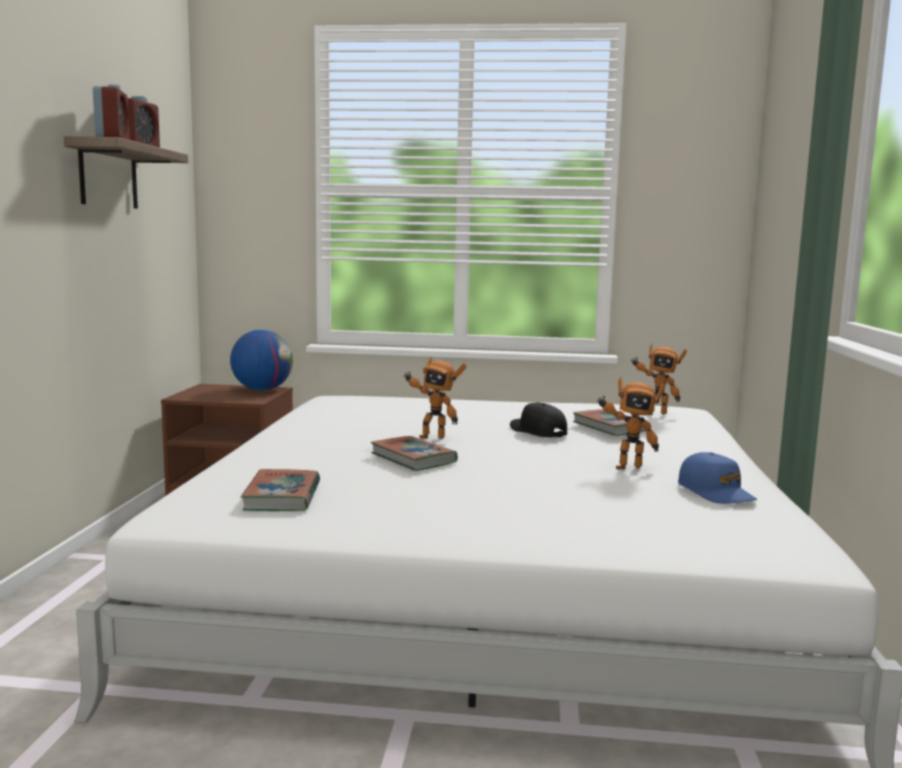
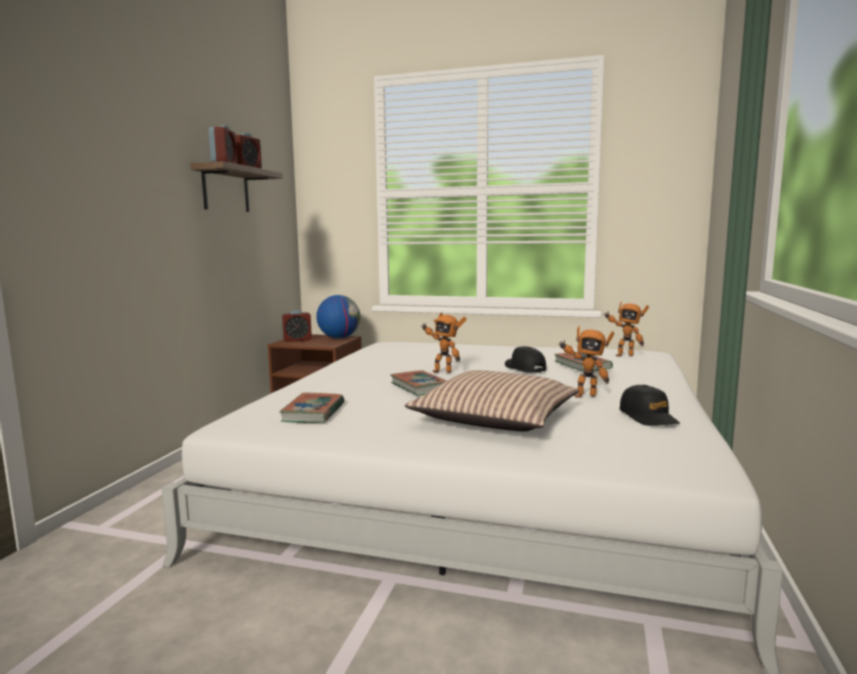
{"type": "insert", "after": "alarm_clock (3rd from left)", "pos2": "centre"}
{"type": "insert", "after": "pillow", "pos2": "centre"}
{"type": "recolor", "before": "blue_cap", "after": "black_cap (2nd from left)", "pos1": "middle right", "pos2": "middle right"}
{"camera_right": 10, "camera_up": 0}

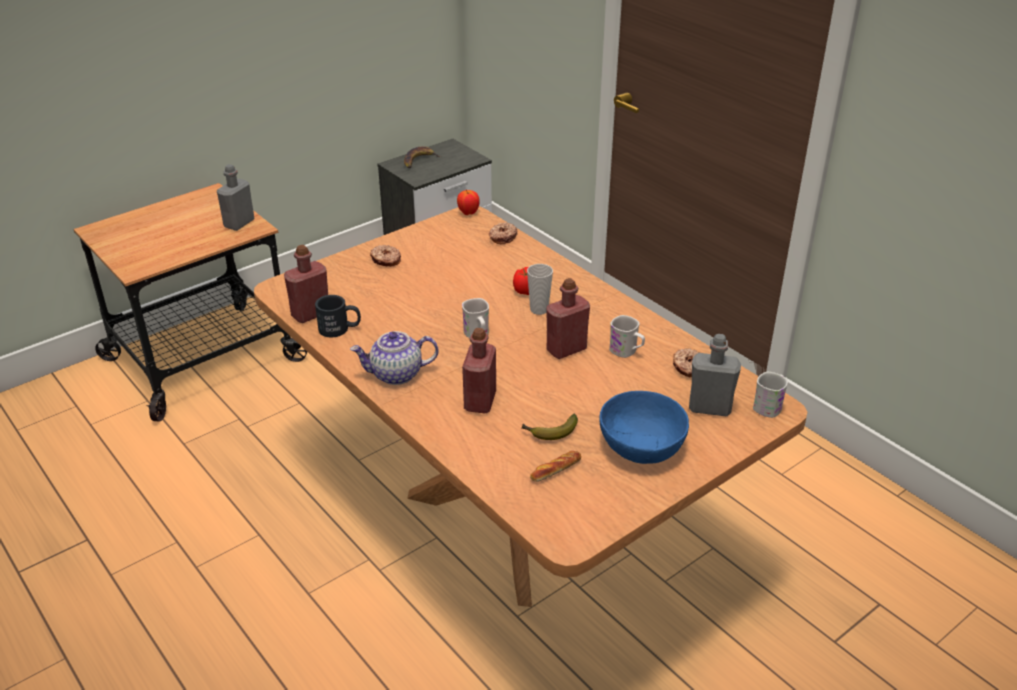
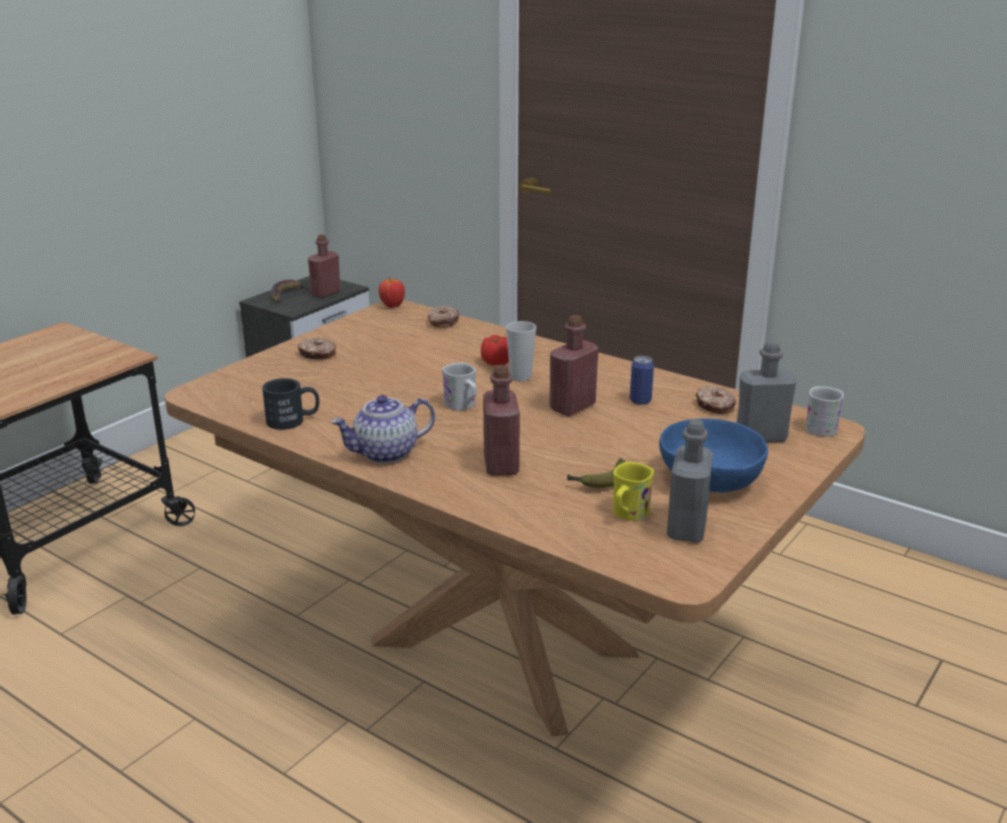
{"type": "move", "before": "grey_bottle (1st from left)", "pos1": "top left", "pos2": "middle right"}
{"type": "move", "before": "red_bottle (1st from left)", "pos1": "middle left", "pos2": "top left"}
{"type": "replace", "before": "bread", "after": "yellow_mug", "pos1": "bottom centre", "pos2": "centre"}
{"type": "replace", "before": "white_mug (2nd from left)", "after": "can", "pos1": "centre", "pos2": "centre"}
{"camera_right": -15, "camera_up": -10}

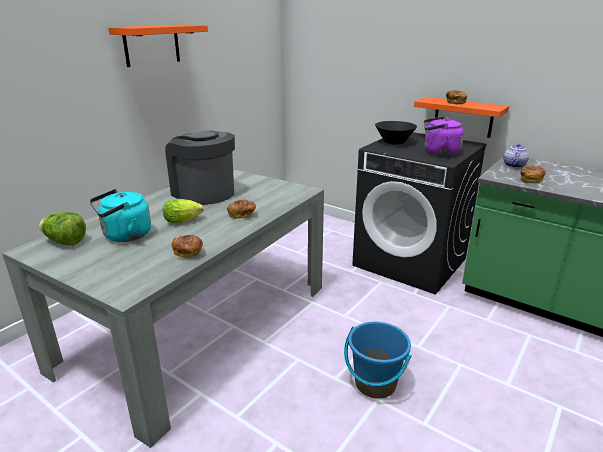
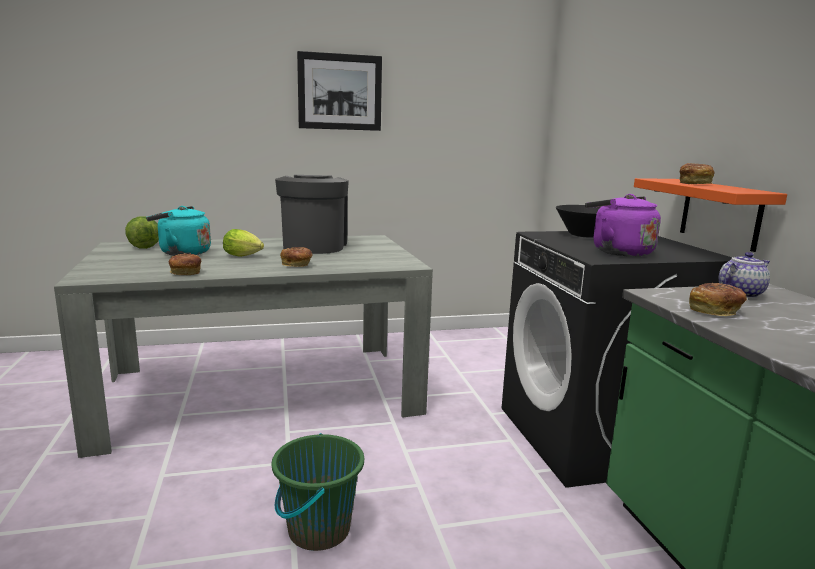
{"type": "replace", "before": "orange_shelf (1st from left)", "after": "picture", "pos1": "top left", "pos2": "top centre"}
{"type": "recolor", "before": "blue_bucket", "after": "green_bucket", "pos1": "bottom centre", "pos2": "bottom centre"}
{"camera_right": 40, "camera_up": -10}

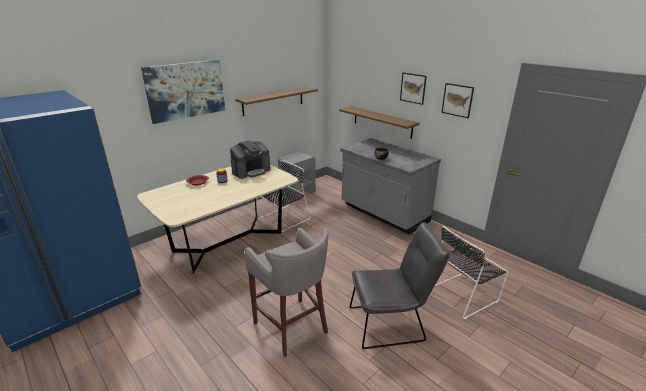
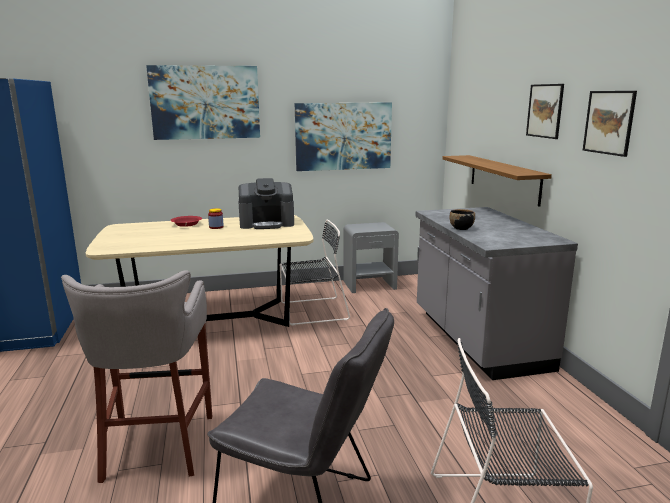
{"type": "replace", "before": "shelf (1st from left)", "after": "picture (2nd from left)", "pos1": "top centre", "pos2": "top centre"}
{"camera_right": 30, "camera_up": -10}

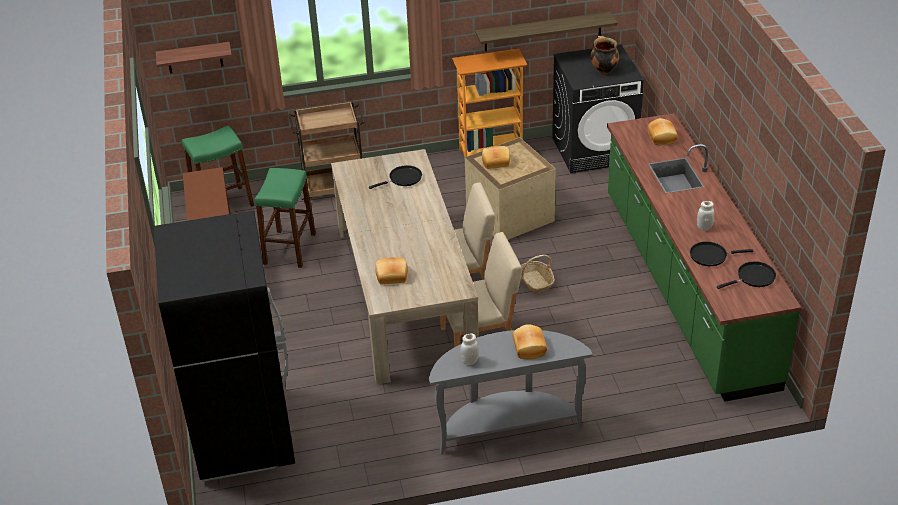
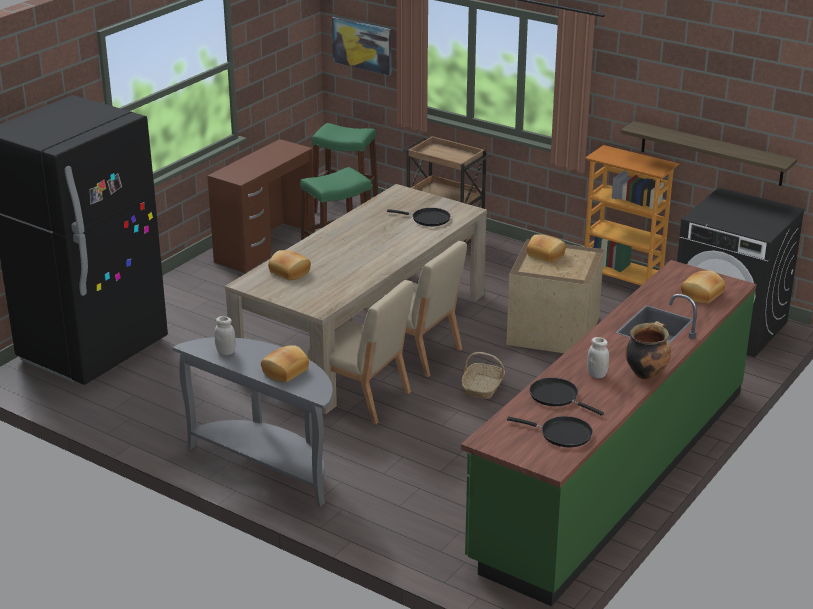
{"type": "move", "before": "cooking_pot", "pos1": "top right", "pos2": "middle right"}
{"type": "replace", "before": "shelf (1st from left)", "after": "picture", "pos1": "top left", "pos2": "top centre"}
{"camera_right": 45, "camera_up": -10}

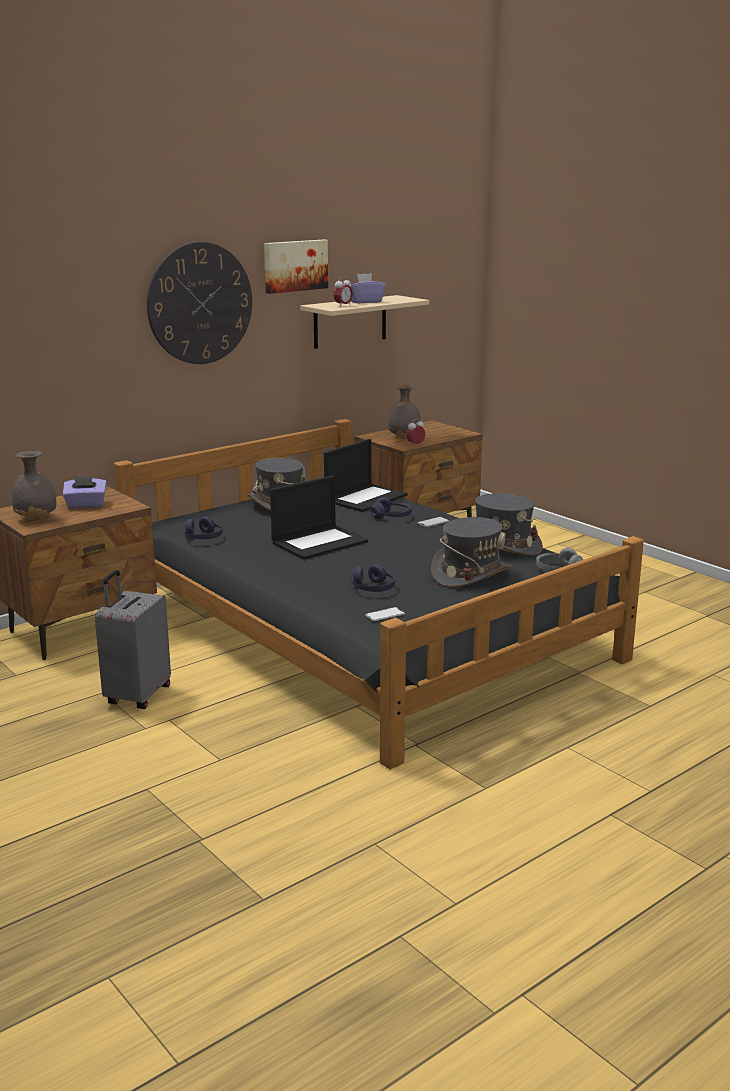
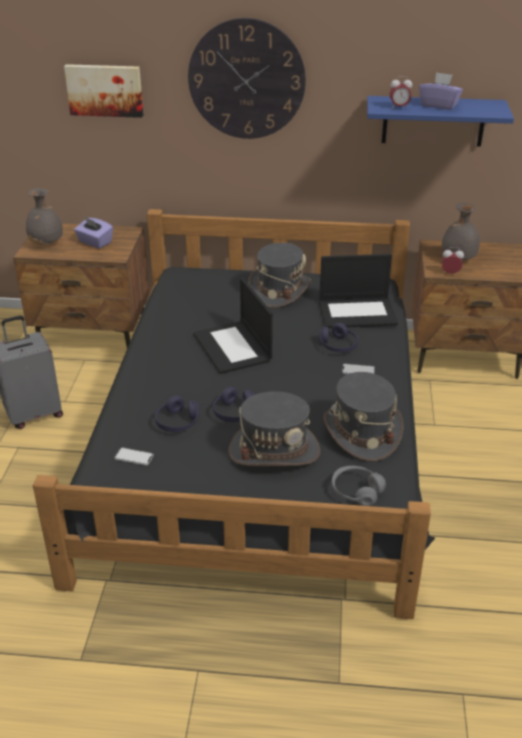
{"type": "move", "before": "purple_headphones (1st from left in the first image)", "after": "purple_headphones (2nd from left)", "pos1": "middle left", "pos2": "centre"}
{"type": "move", "before": "picture", "pos1": "top centre", "pos2": "top left"}
{"type": "recolor", "before": "beige_shelf", "after": "blue_shelf", "pos1": "top centre", "pos2": "top right"}
{"type": "rotate", "before": "laptop (1st from left)", "pos1": "centre", "pos2": "centre", "turn": 60}
{"camera_right": 45, "camera_up": 15}

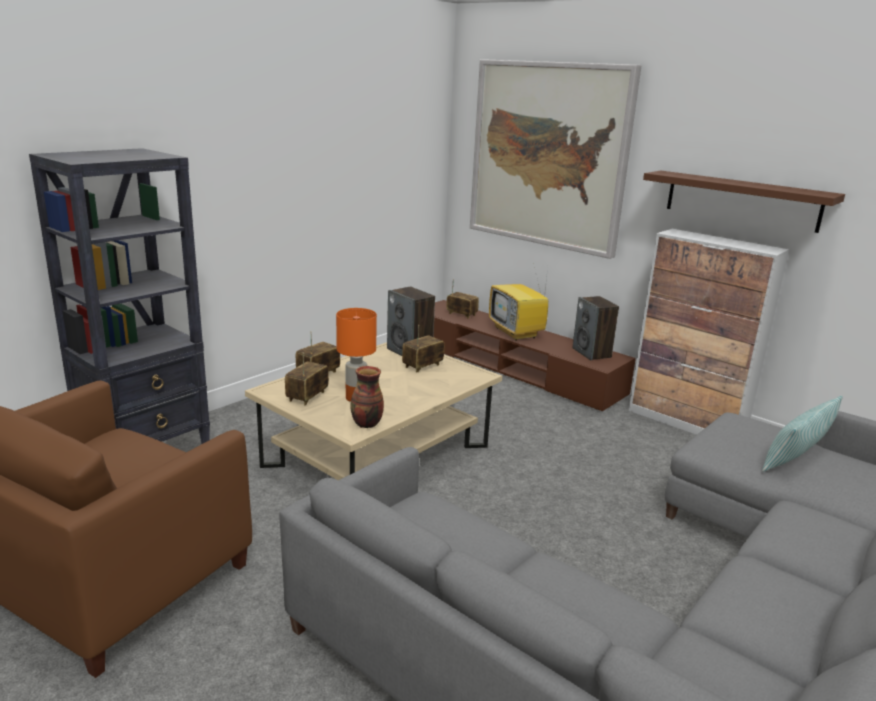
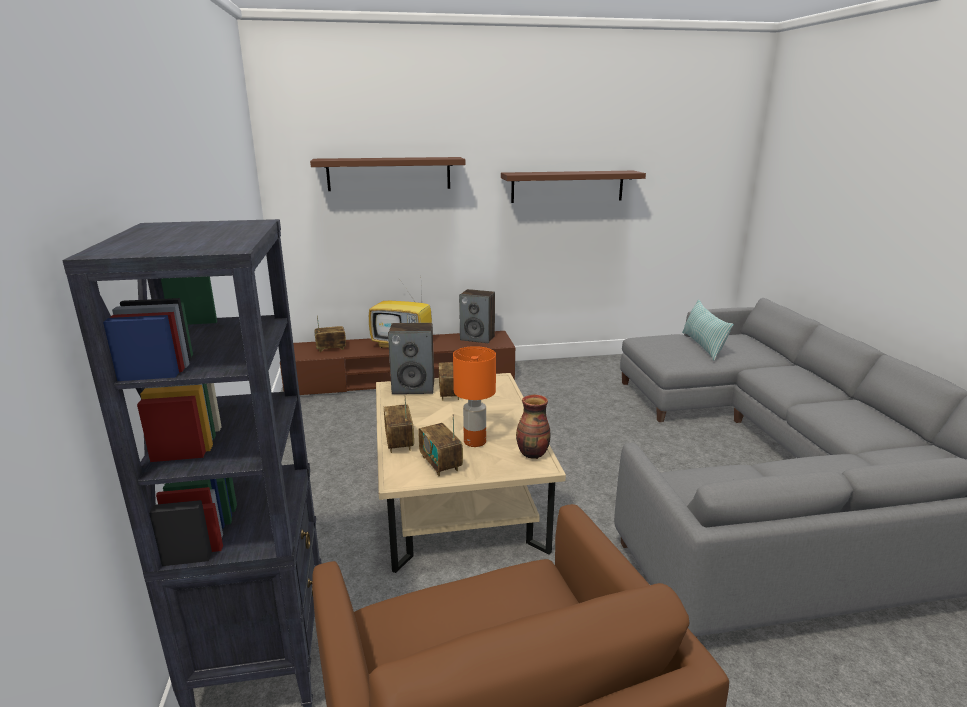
{"type": "delete", "before": "cabinet", "pos1": "middle right"}
{"type": "replace", "before": "picture", "after": "brown_shelf (1st from left)", "pos1": "top centre", "pos2": "top centre"}
{"camera_right": -50, "camera_up": 0}

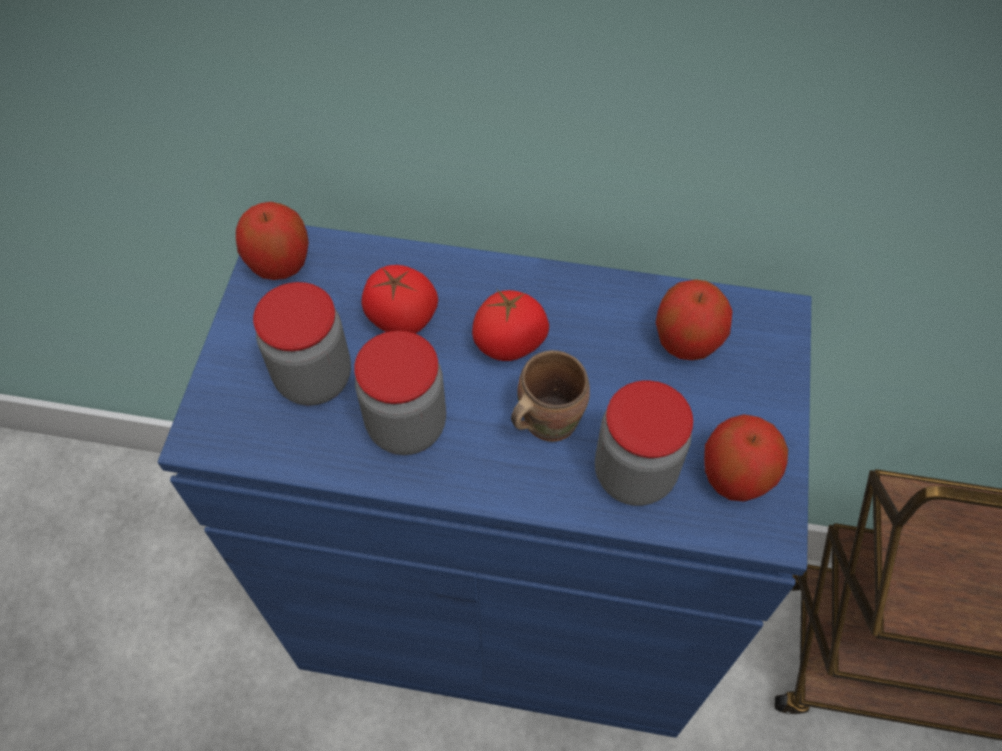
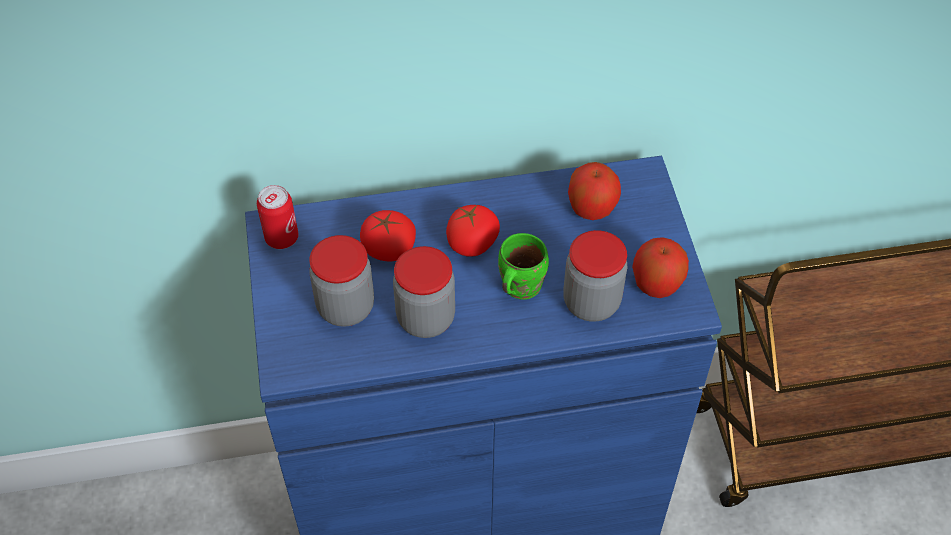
{"type": "replace", "before": "apple (1st from left)", "after": "can", "pos1": "top left", "pos2": "middle left"}
{"type": "recolor", "before": "brown_mug", "after": "green_mug", "pos1": "centre", "pos2": "centre"}
{"camera_right": -20, "camera_up": -5}

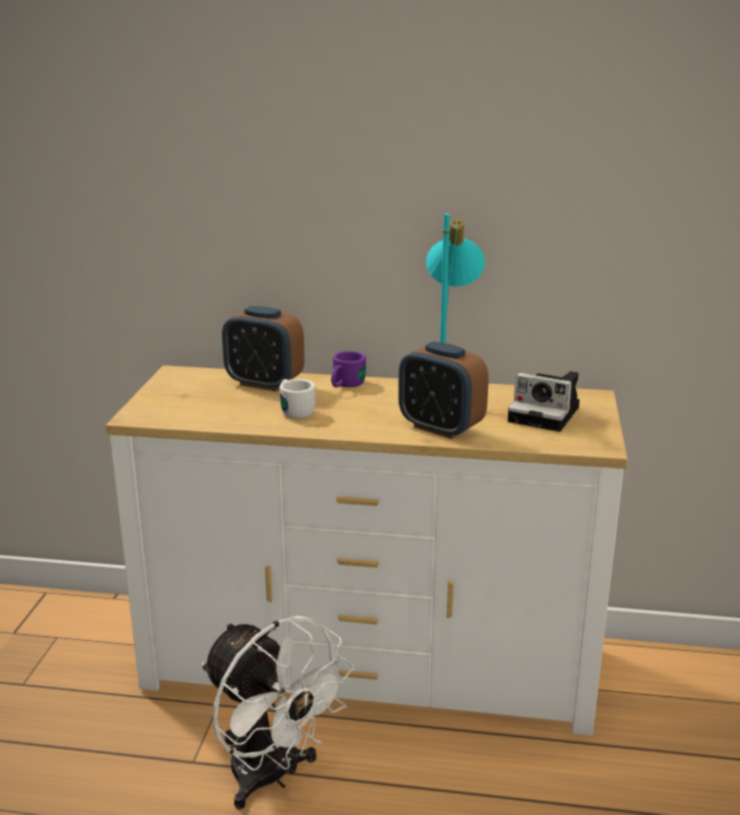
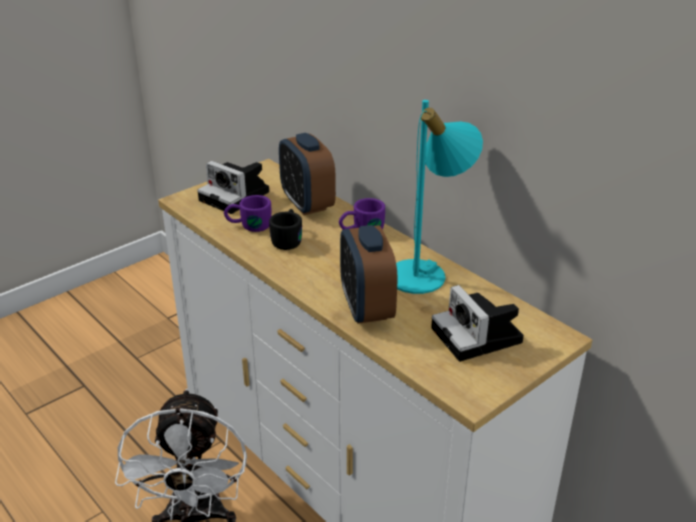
{"type": "insert", "after": "photo_camera (1st from left)", "pos2": "centre"}
{"type": "insert", "after": "purple_mug (1st from left)", "pos2": "centre"}
{"type": "recolor", "before": "white_mug", "after": "black_mug", "pos1": "centre", "pos2": "centre"}
{"camera_right": 40, "camera_up": 10}

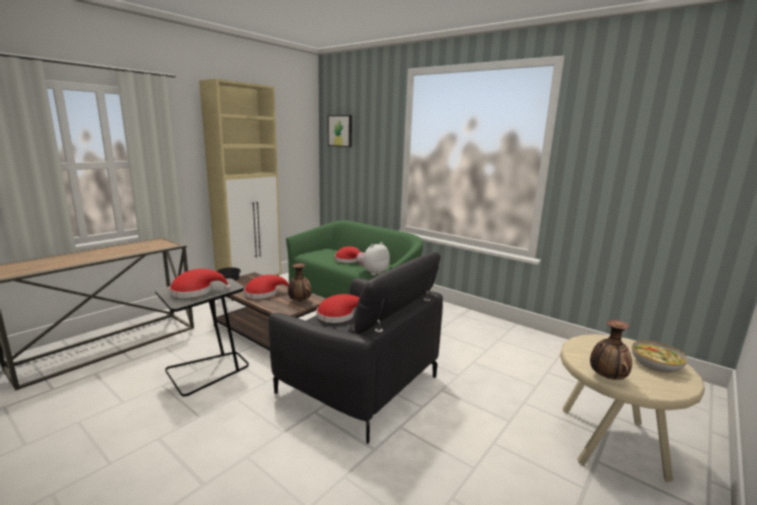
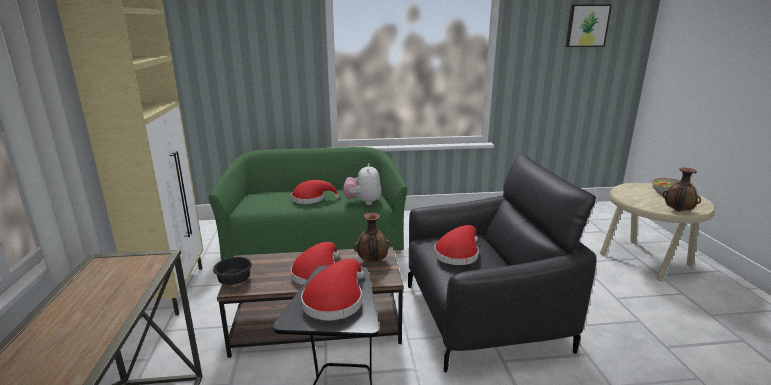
{"type": "move", "before": "picture", "pos1": "top centre", "pos2": "top right"}
{"camera_right": -45, "camera_up": 5}

